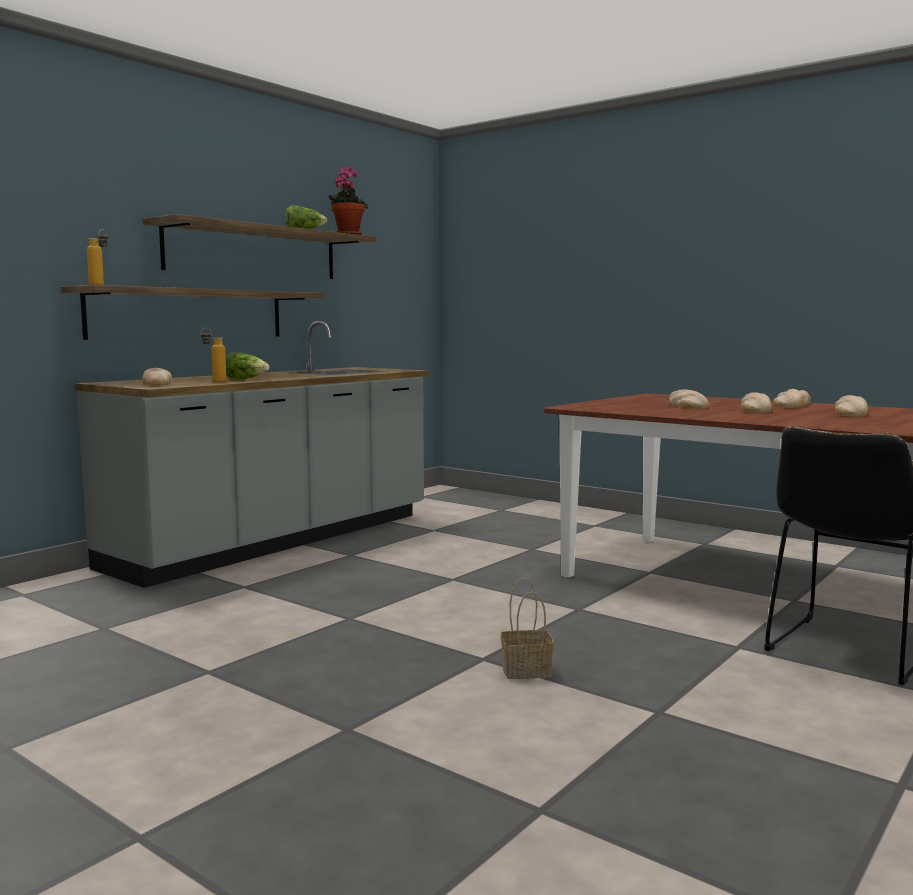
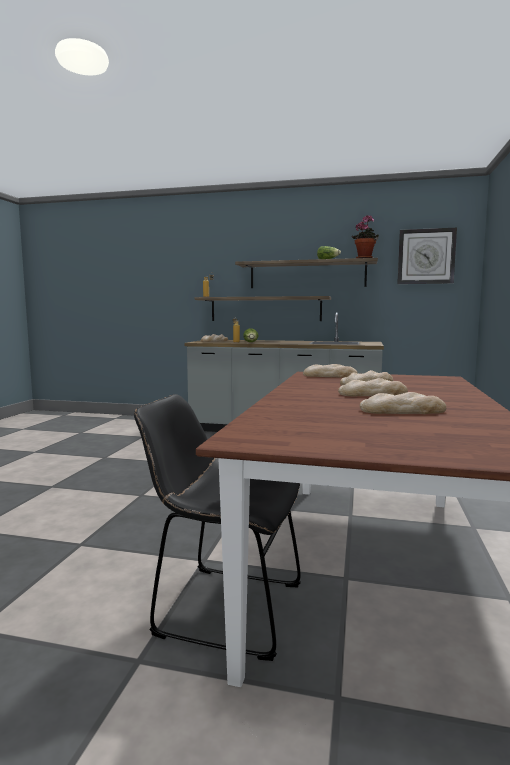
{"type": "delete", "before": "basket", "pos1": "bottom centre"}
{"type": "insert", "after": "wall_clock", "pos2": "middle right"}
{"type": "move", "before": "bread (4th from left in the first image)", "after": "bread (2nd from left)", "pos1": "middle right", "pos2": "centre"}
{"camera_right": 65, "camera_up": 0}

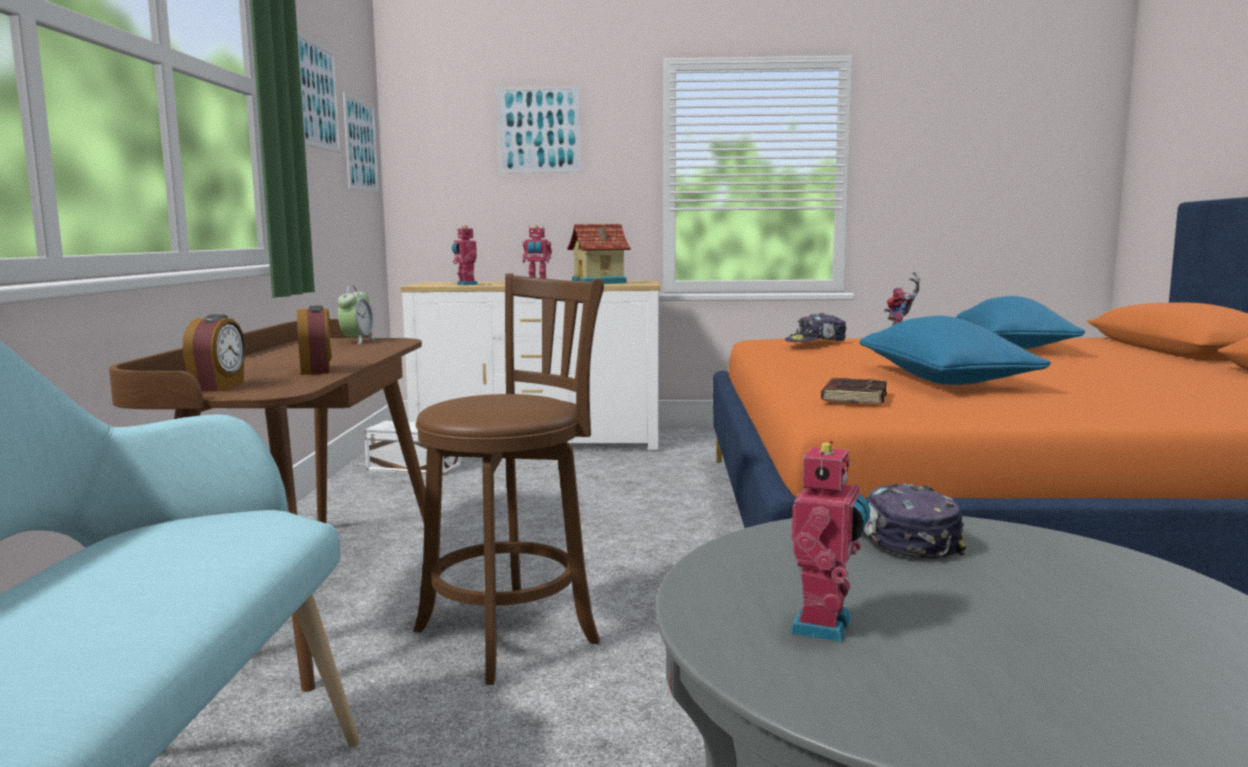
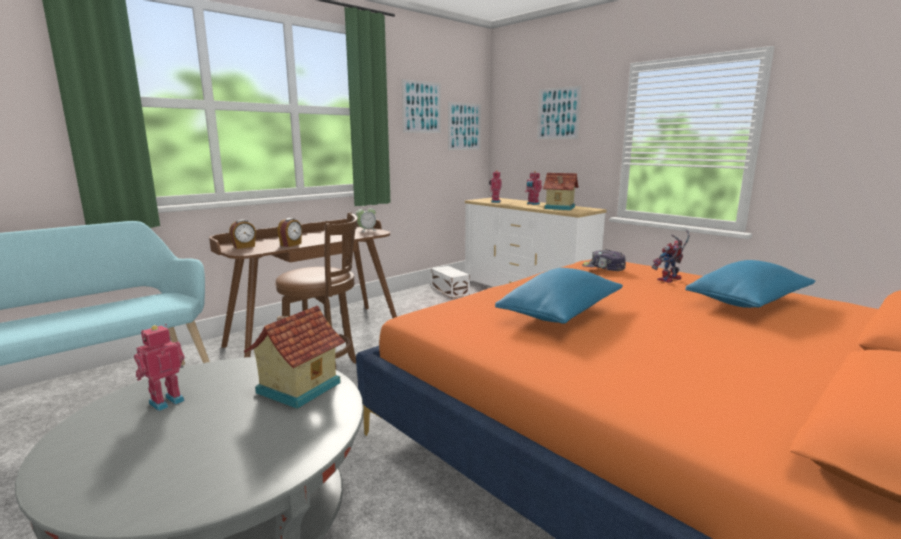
{"type": "delete", "before": "brown_book", "pos1": "middle right"}
{"type": "replace", "before": "cap (2nd from left)", "after": "toy_house (1st from left)", "pos1": "bottom right", "pos2": "middle left"}
{"type": "rotate", "before": "toy_robot (3rd from left in the first image)", "pos1": "bottom centre", "pos2": "bottom left", "turn": 150}
{"camera_right": 45, "camera_up": 5}

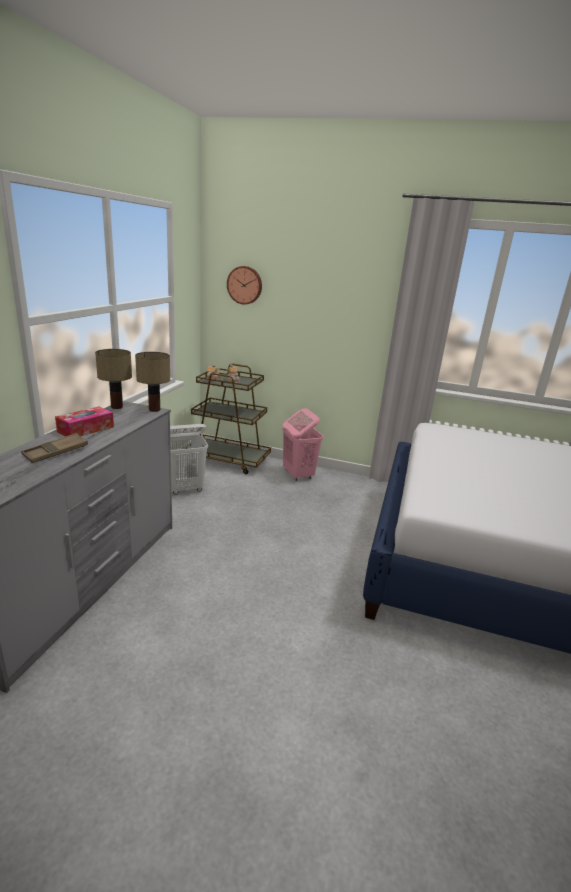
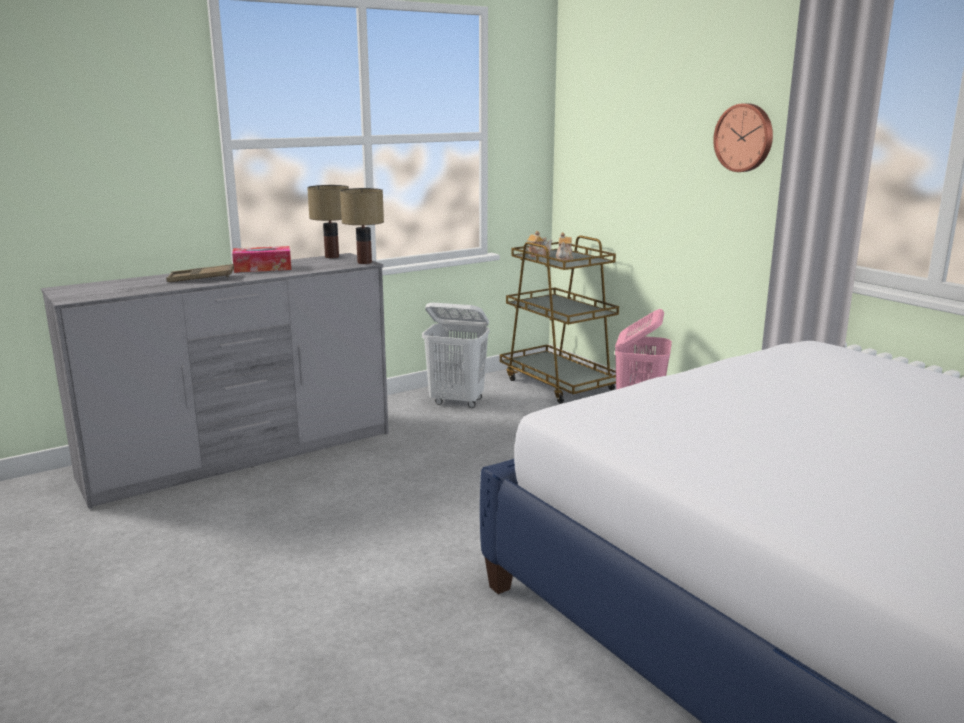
{"type": "move", "before": "wall_clock", "pos1": "top centre", "pos2": "top right"}
{"camera_right": 40, "camera_up": -5}

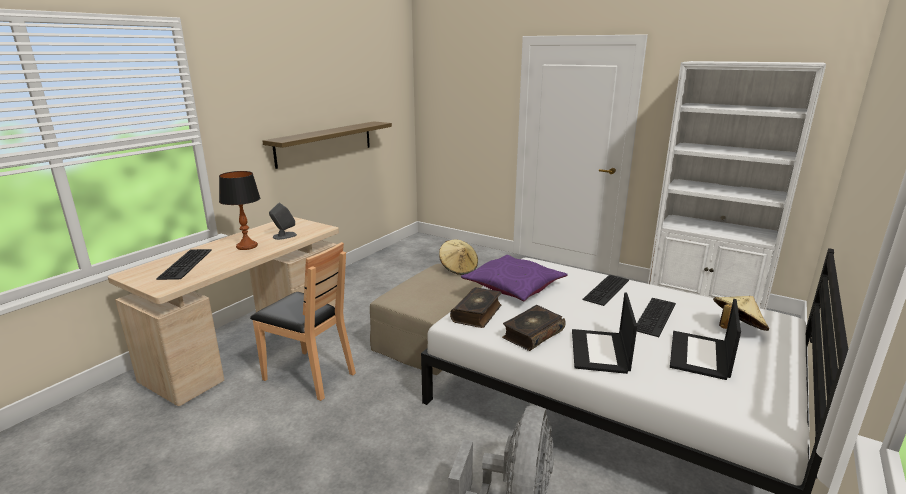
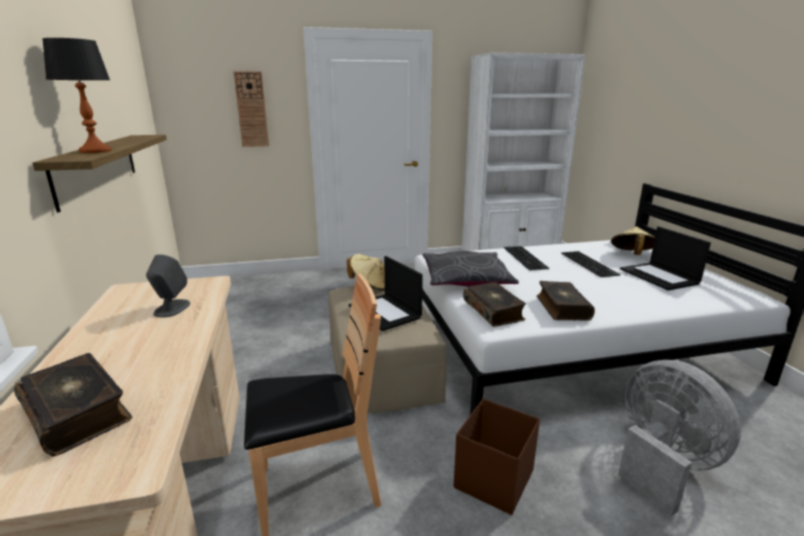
{"type": "insert", "after": "wall_clock", "pos2": "top left"}
{"type": "insert", "after": "brown_storage_box", "pos2": "bottom centre"}
{"type": "move", "before": "table_lamp", "pos1": "middle left", "pos2": "top left"}
{"type": "move", "before": "laptop (1st from left)", "pos1": "bottom right", "pos2": "centre"}
{"type": "replace", "before": "keyboard (1st from left)", "after": "book (1st from left)", "pos1": "middle left", "pos2": "bottom left"}
{"type": "recolor", "before": "purple_pillow", "after": "grey_pillow", "pos1": "centre", "pos2": "centre"}
{"camera_right": -45, "camera_up": 0}

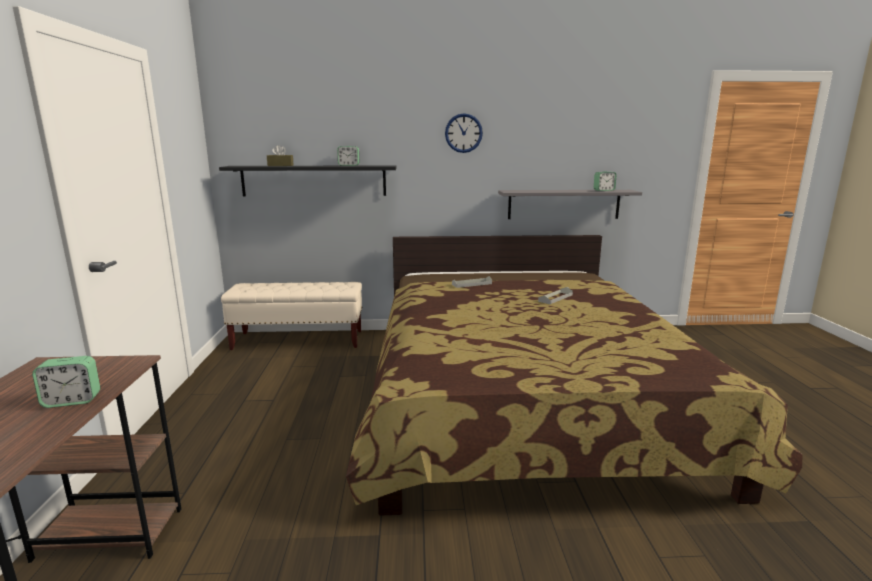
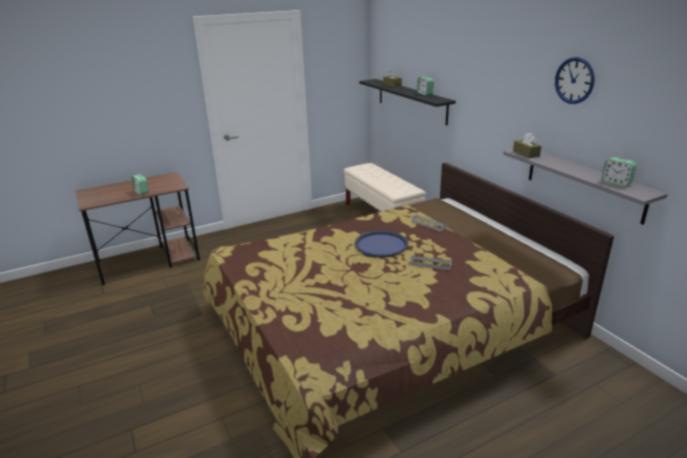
{"type": "insert", "after": "blue_tray", "pos2": "centre"}
{"type": "insert", "after": "brown_tissue_box (2nd from left)", "pos2": "top right"}
{"type": "move", "before": "wall_clock", "pos1": "top centre", "pos2": "top right"}
{"camera_right": 65, "camera_up": 10}

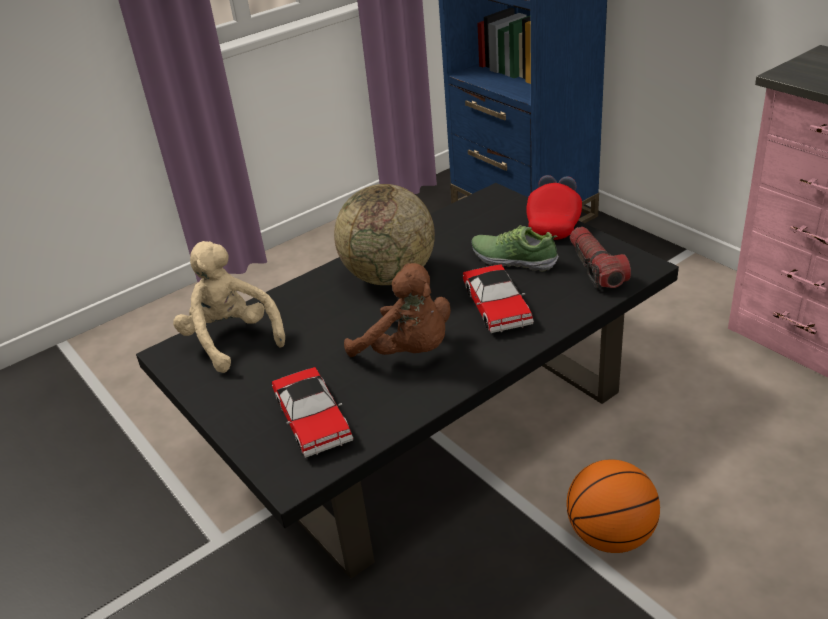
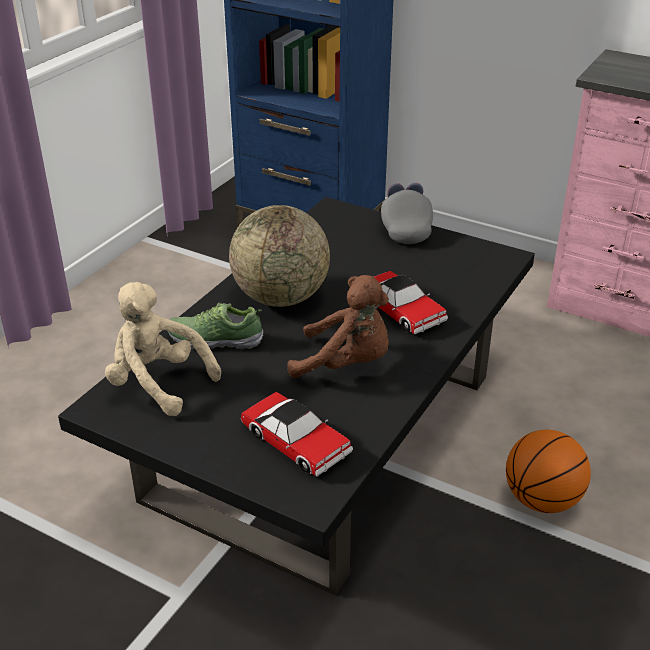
{"type": "delete", "before": "flashlight", "pos1": "middle right"}
{"type": "move", "before": "shoe", "pos1": "centre", "pos2": "middle left"}
{"type": "recolor", "before": "red_cap", "after": "grey_cap", "pos1": "middle right", "pos2": "top centre"}
{"camera_right": -25, "camera_up": 0}

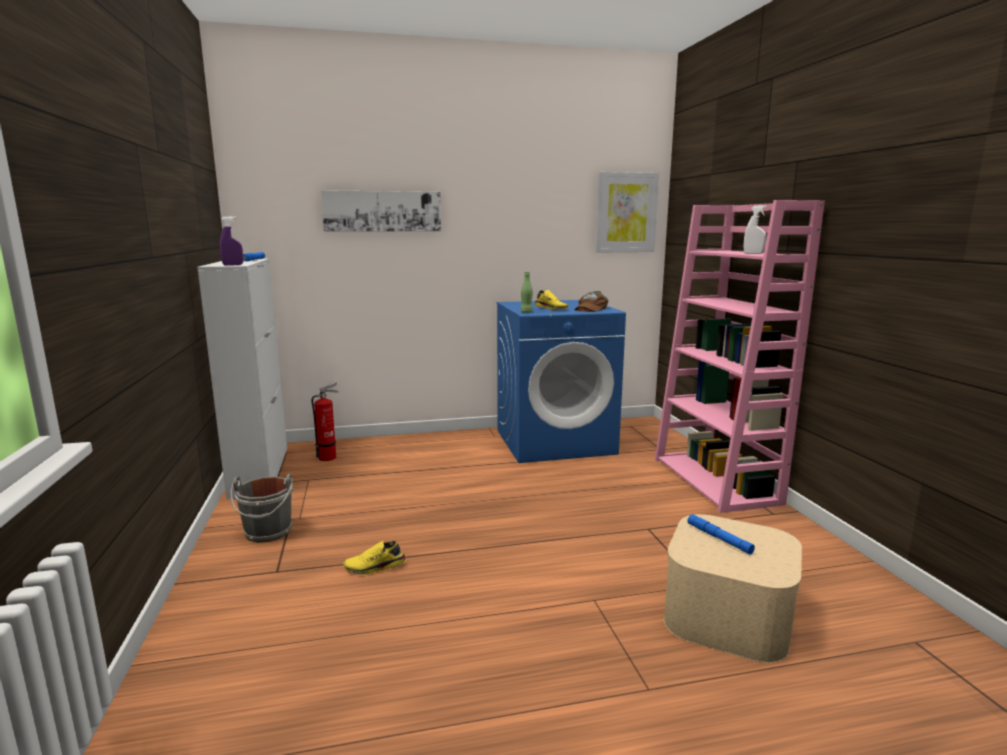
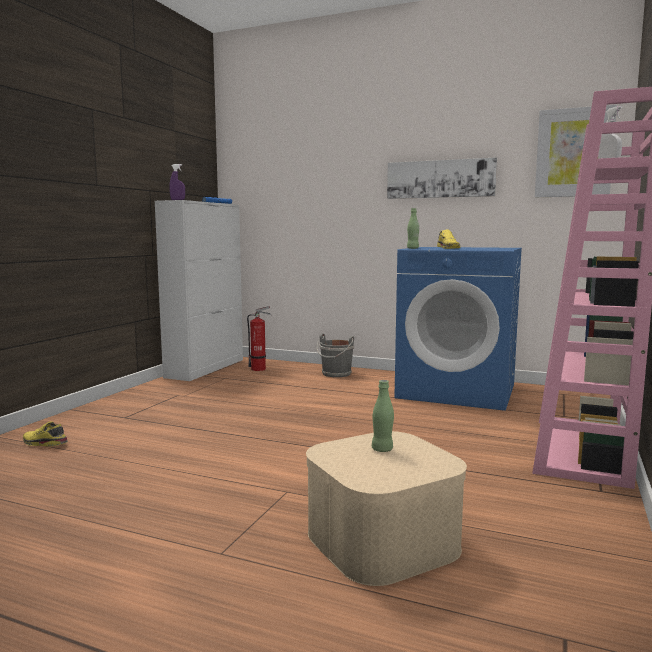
{"type": "delete", "before": "brown_cap", "pos1": "centre"}
{"type": "move", "before": "grey_bucket", "pos1": "bottom left", "pos2": "centre"}
{"type": "move", "before": "picture (1st from left)", "pos1": "top centre", "pos2": "top right"}
{"type": "move", "before": "yellow_shoe (1st from left)", "pos1": "bottom centre", "pos2": "middle left"}
{"type": "replace", "before": "blue_flashlight (2nd from left)", "after": "green_bottle (1st from left)", "pos1": "bottom right", "pos2": "centre"}
{"camera_right": 35, "camera_up": -5}

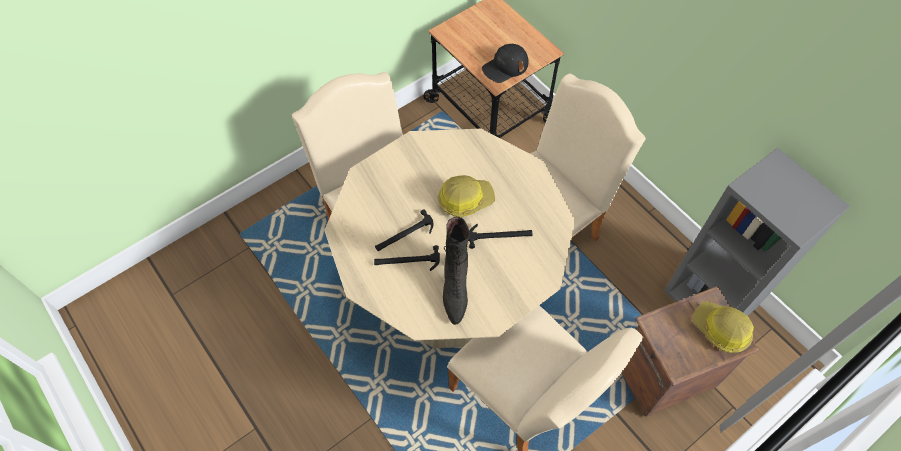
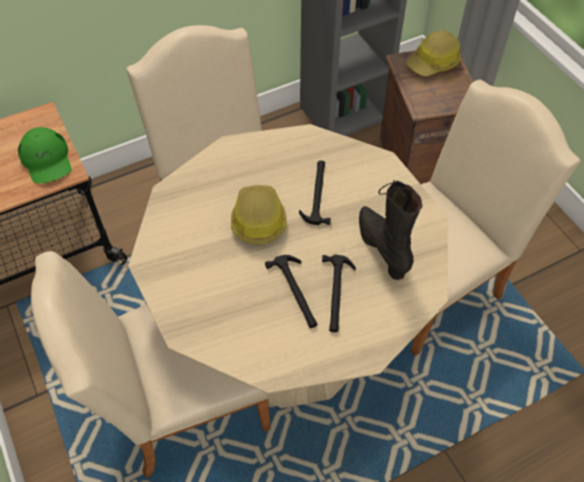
{"type": "recolor", "before": "black_cap", "after": "green_cap", "pos1": "top centre", "pos2": "top left"}
{"type": "rotate", "before": "black_boot", "pos1": "centre", "pos2": "middle right", "turn": -120}
{"camera_right": -80, "camera_up": -5}

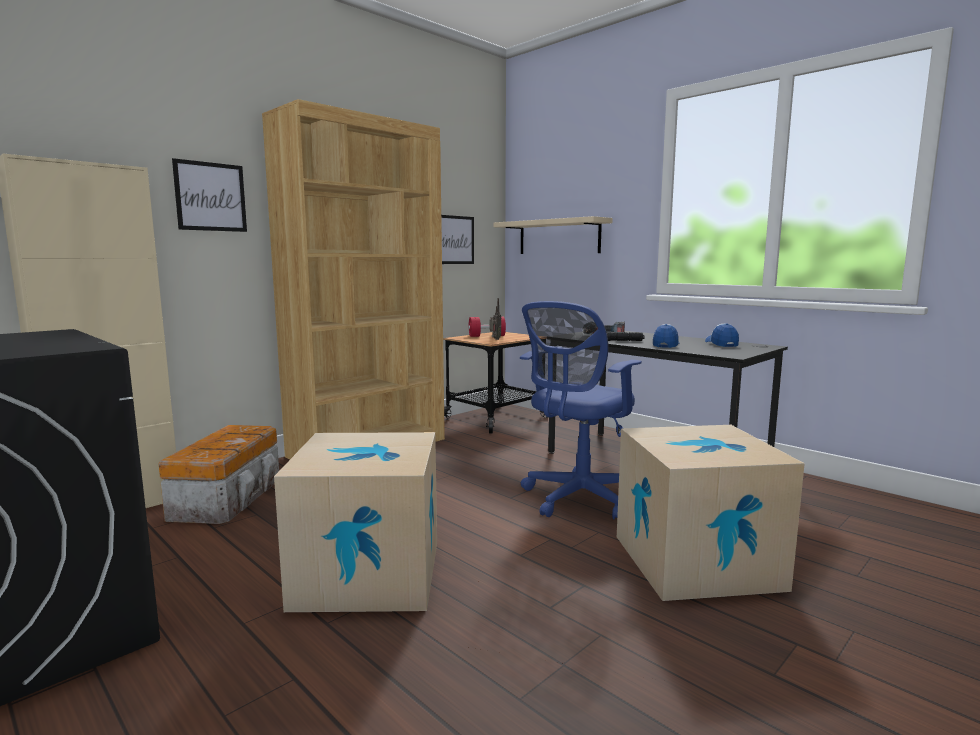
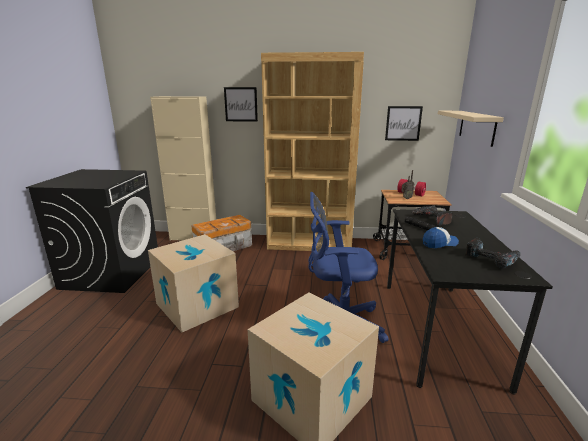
{"type": "replace", "before": "cap (2nd from left)", "after": "power_drill (2nd from left)", "pos1": "middle right", "pos2": "middle right"}
{"camera_right": 50, "camera_up": 10}

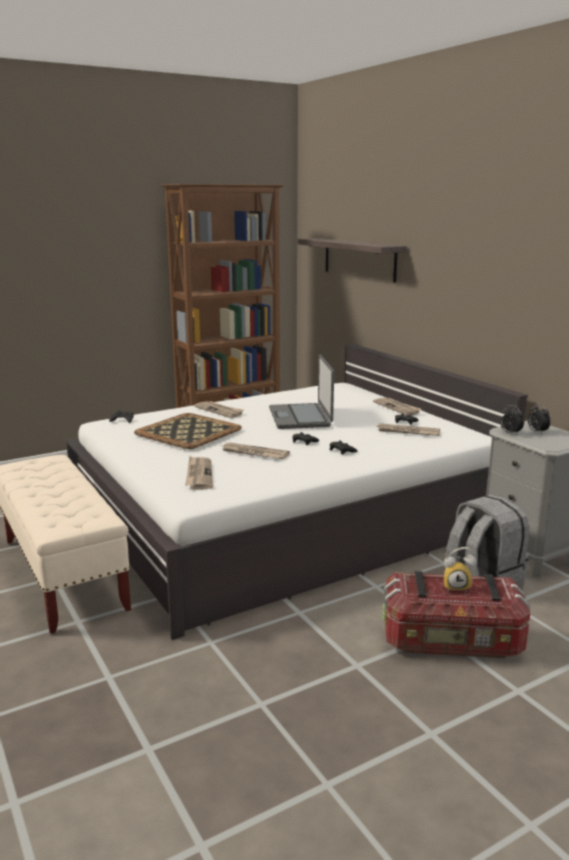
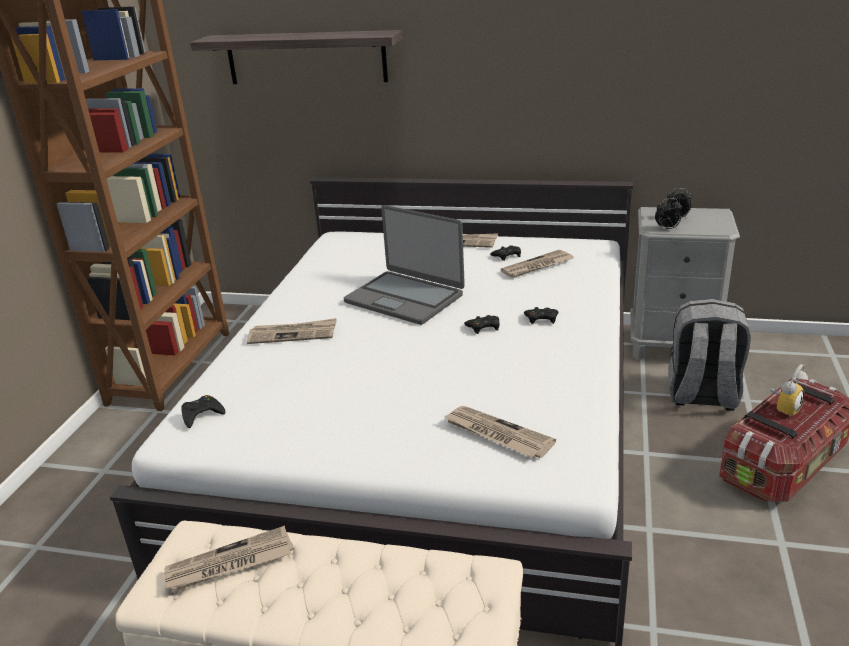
{"type": "delete", "before": "tray", "pos1": "middle left"}
{"type": "move", "before": "newspaper (3rd from left in the first image)", "after": "newspaper (1st from left)", "pos1": "centre", "pos2": "bottom left"}
{"camera_right": -45, "camera_up": 10}

